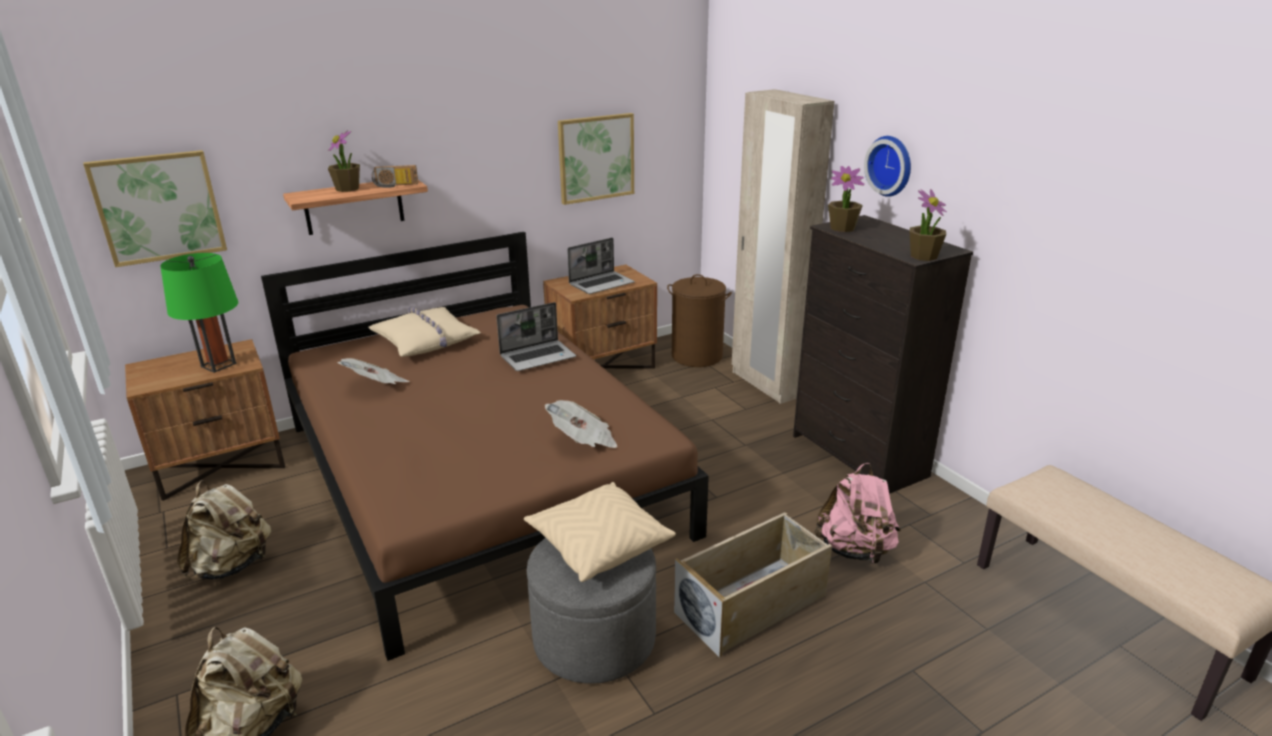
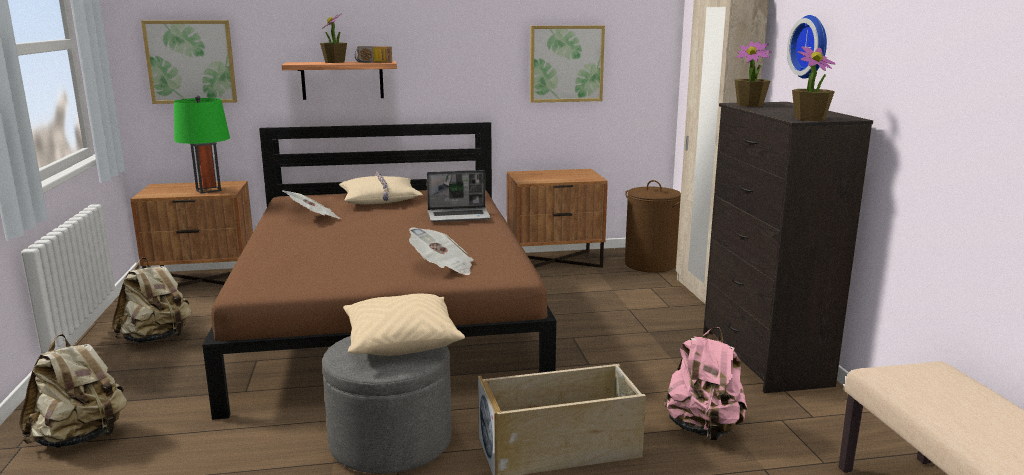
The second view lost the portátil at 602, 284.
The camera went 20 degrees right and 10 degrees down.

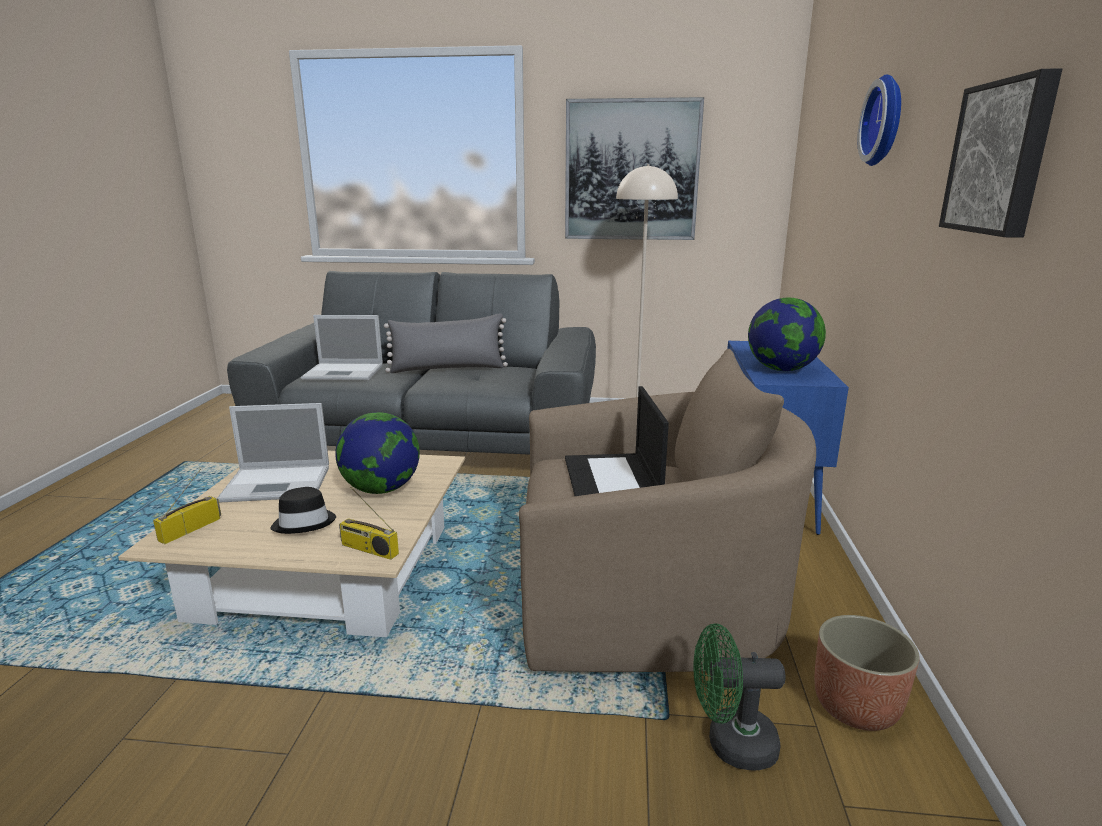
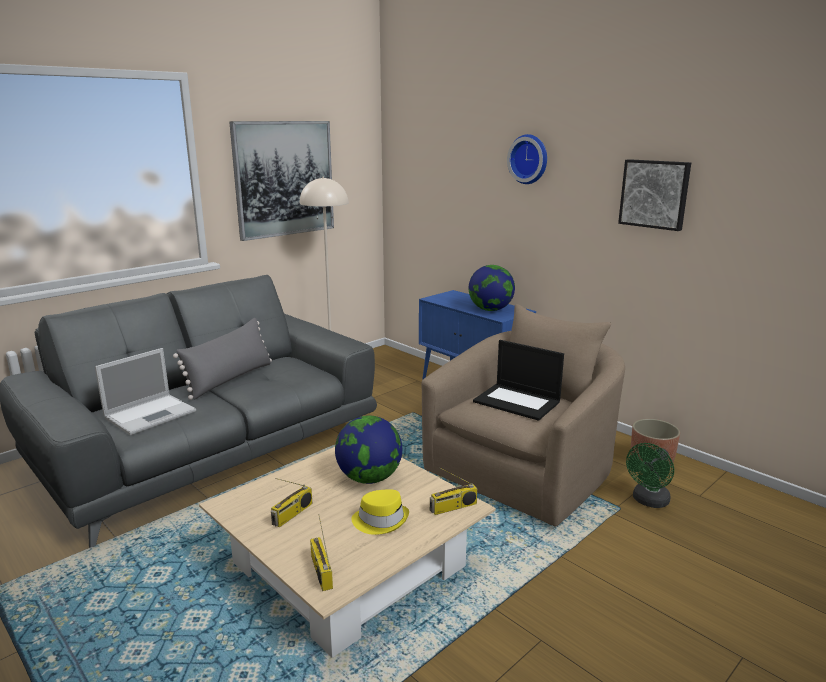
Where the portátil stood at 279, 483, the radio came to stand at 292, 514.
What was the sombrero [negro] at 304, 522 turned into the sombrero [amarillo] at 380, 520.
The camera went 50 degrees left and 0 degrees up.

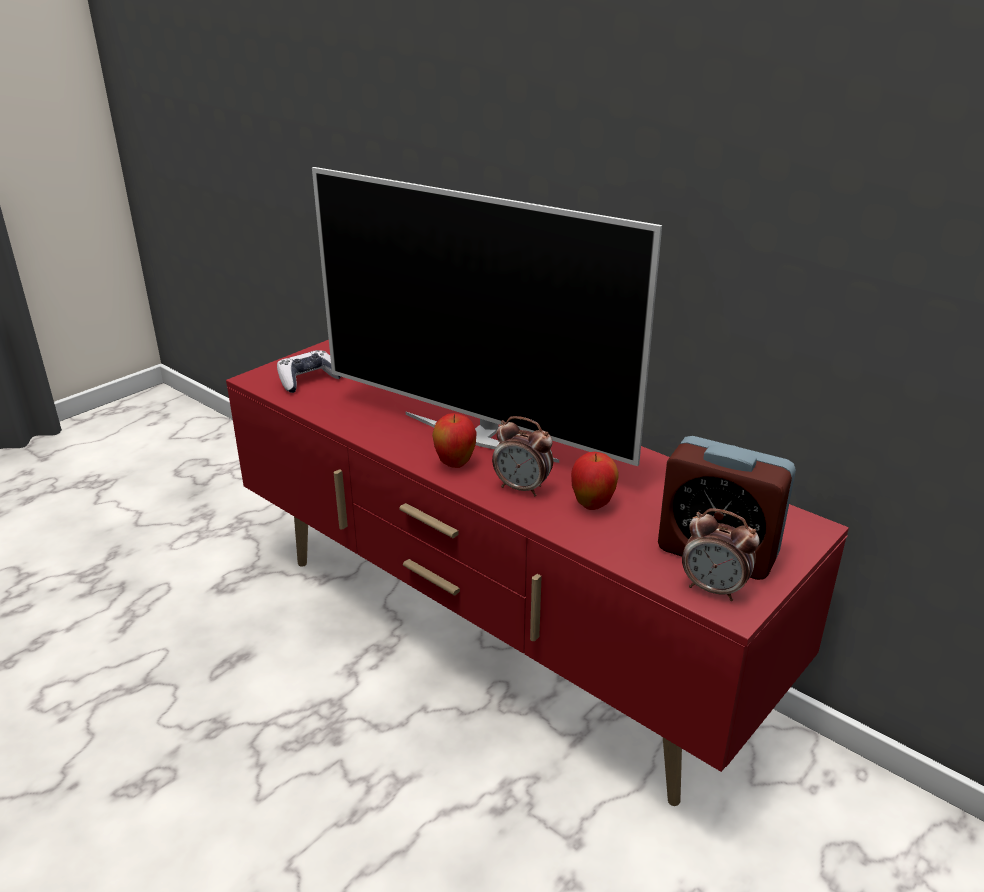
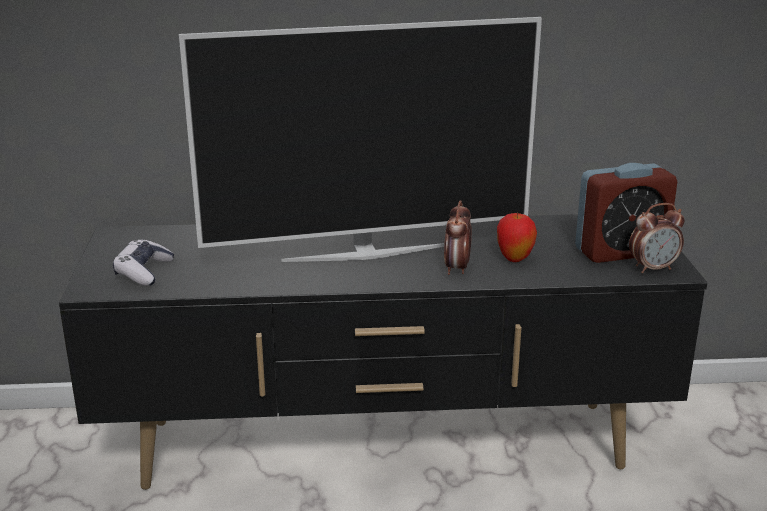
What was the mueble de televisión [rojo] at 494, 639 turned into the mueble de televisión [negro] at 385, 447.
The despertador at 522, 488 ended up facing another way, 120 degrees clockwise from before.
The second view lost the manzana at 455, 464.
The camera went 45 degrees left and 5 degrees down.

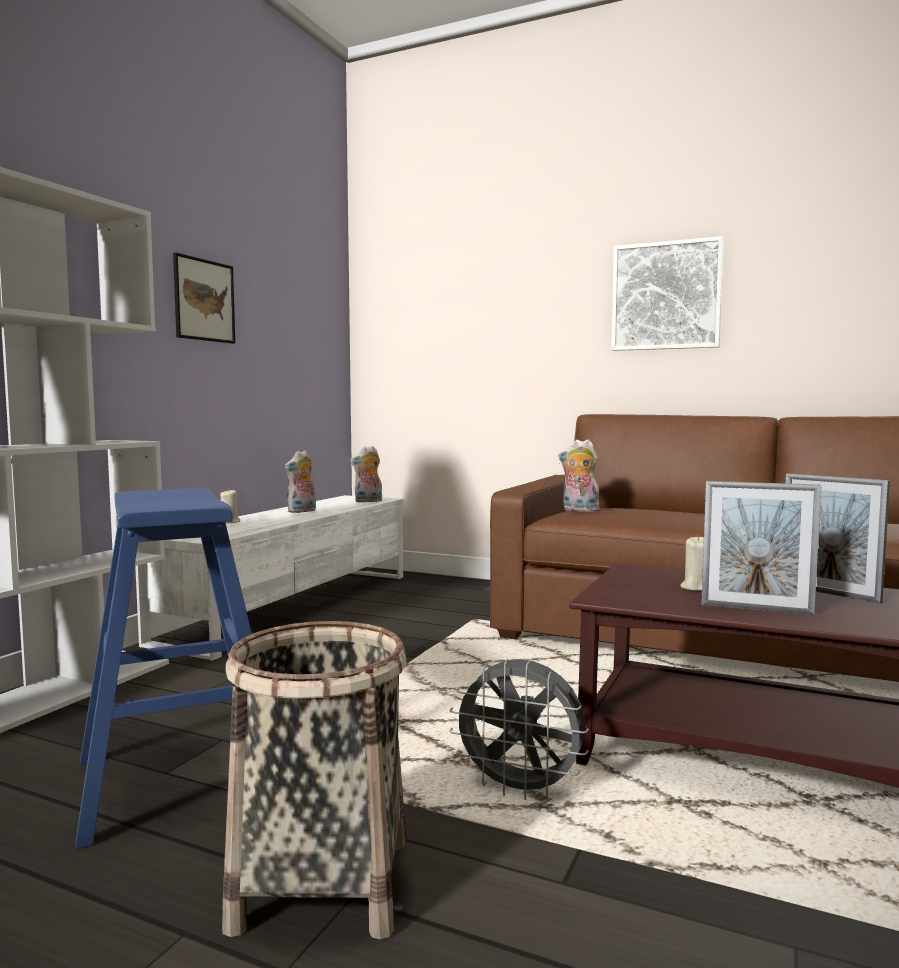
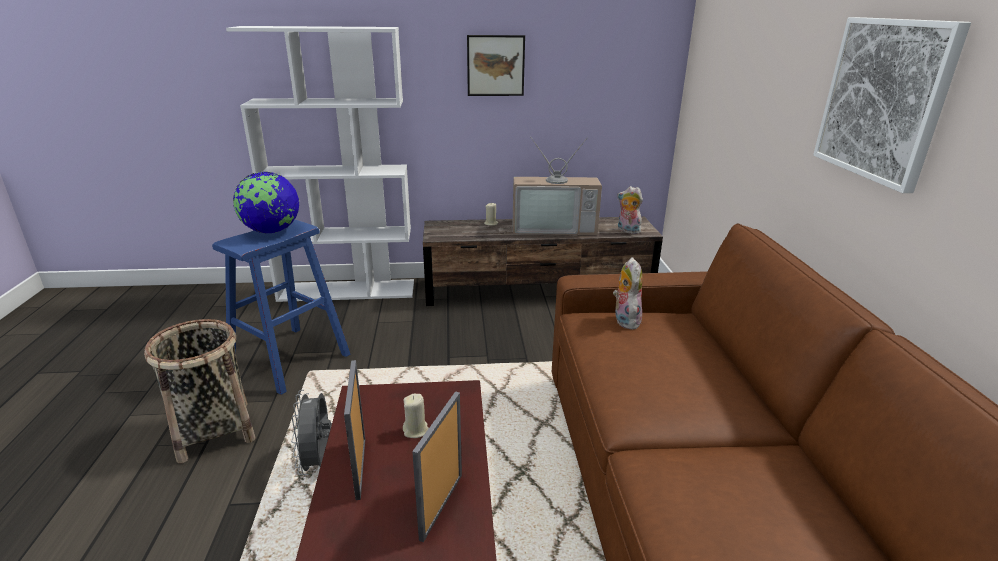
The second view gained the globo terráqueo at 271, 231.
What was the mueble de televisión [blanco] at 294, 606 turned into the mueble de televisión [marrón] at 538, 289.
Where the peluche stood at 302, 511, the televisor came to stand at 554, 227.
The camera went 60 degrees right and 20 degrees up.

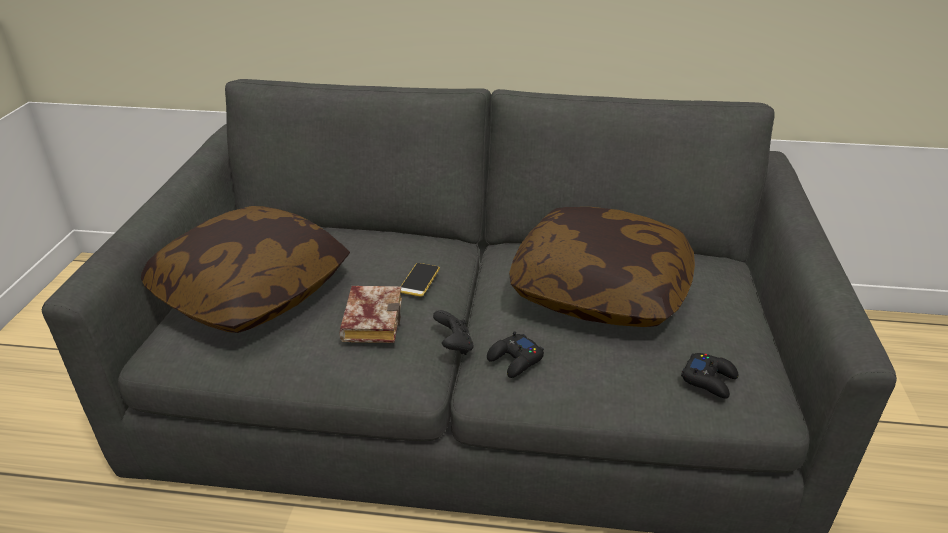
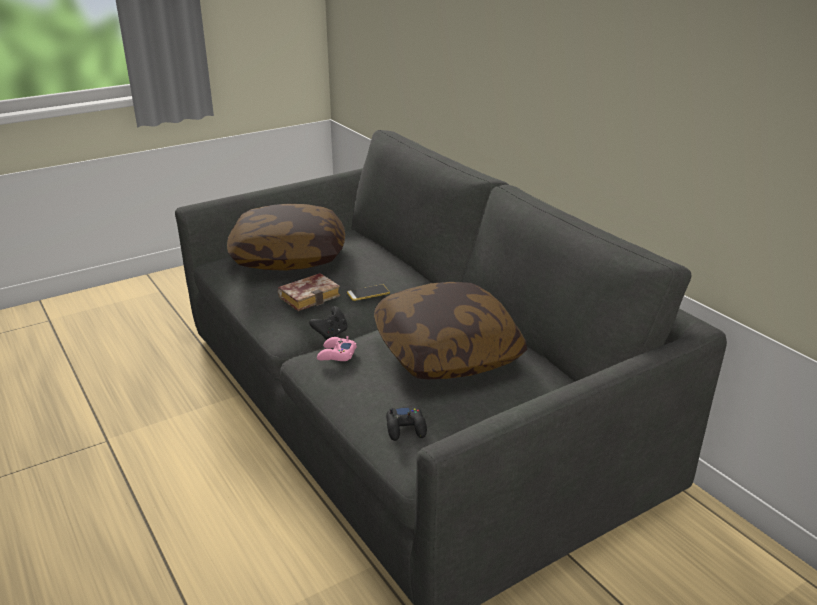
What was the mando de consola [negro] at 515, 360 turned into the mando de consola [rosa] at 336, 354.
The camera went 50 degrees right and 5 degrees down.

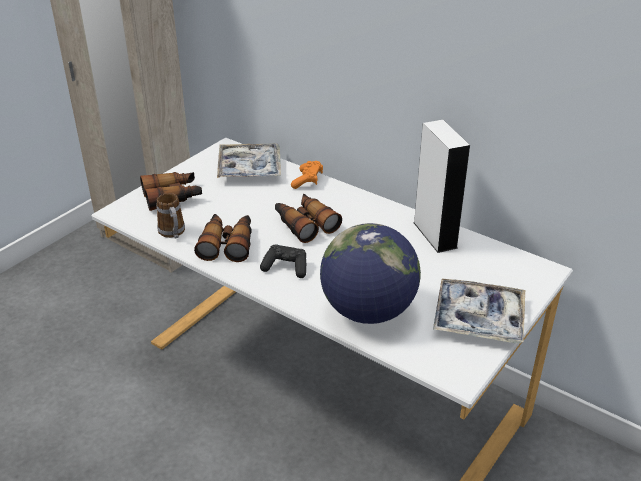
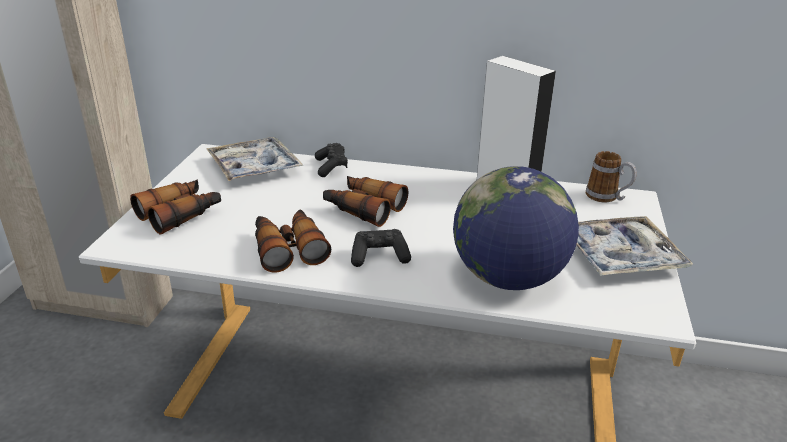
What was the mando de consola [naranja] at 307, 181 turned into the mando de consola [negro] at 331, 167.
The taza grande ended up elsewhere, having gone from 173, 233 to 607, 197.
The camera went 25 degrees left and 5 degrees down.

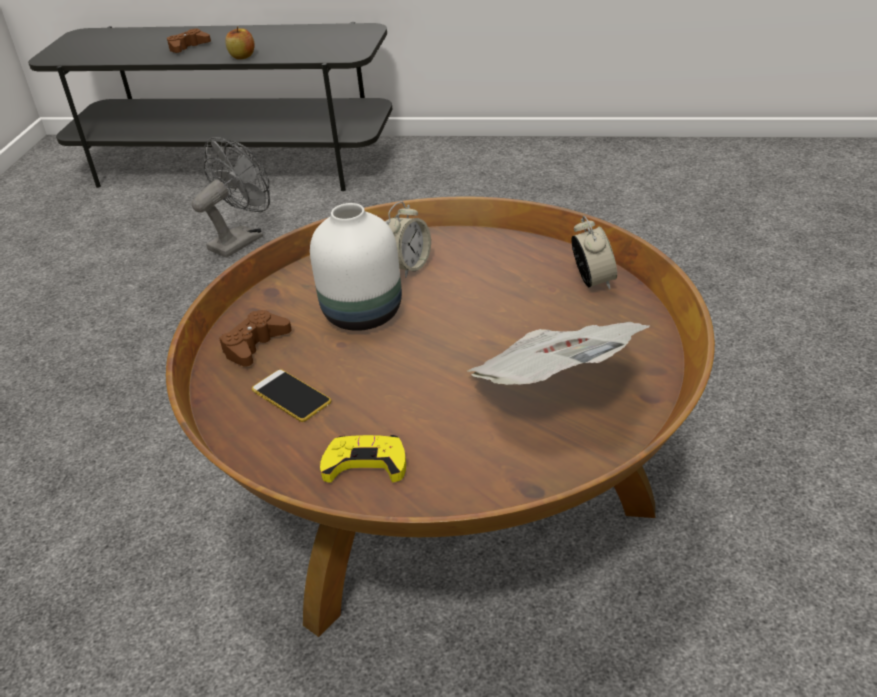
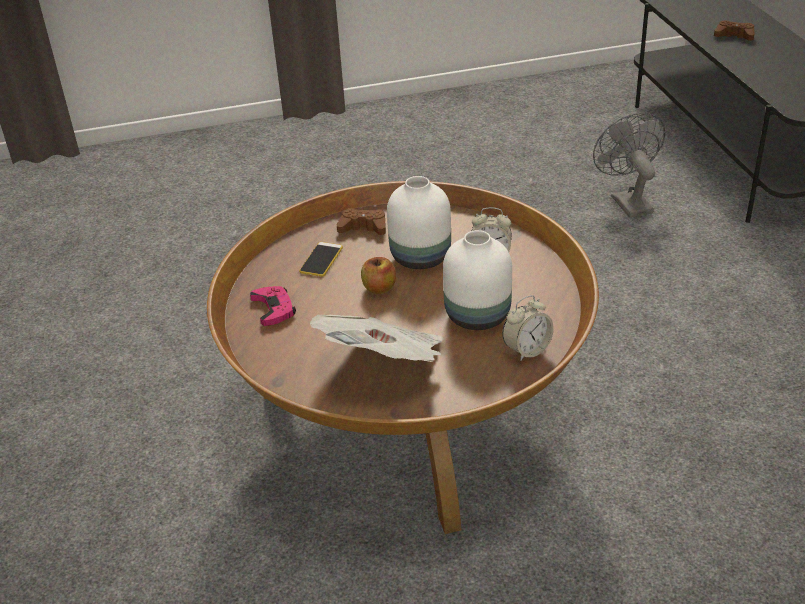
What was the mando de consola [amarillo] at 365, 464 turned into the mando de consola [rosa] at 274, 308.
The manzana ended up elsewhere, having gone from 242, 56 to 379, 288.
The second view gained the florero [blanco] at 477, 315.
The ventilador [gris] at 242, 239 ended up facing another way, 120 degrees counterclockwise from before.
The camera went 65 degrees right and 0 degrees up.

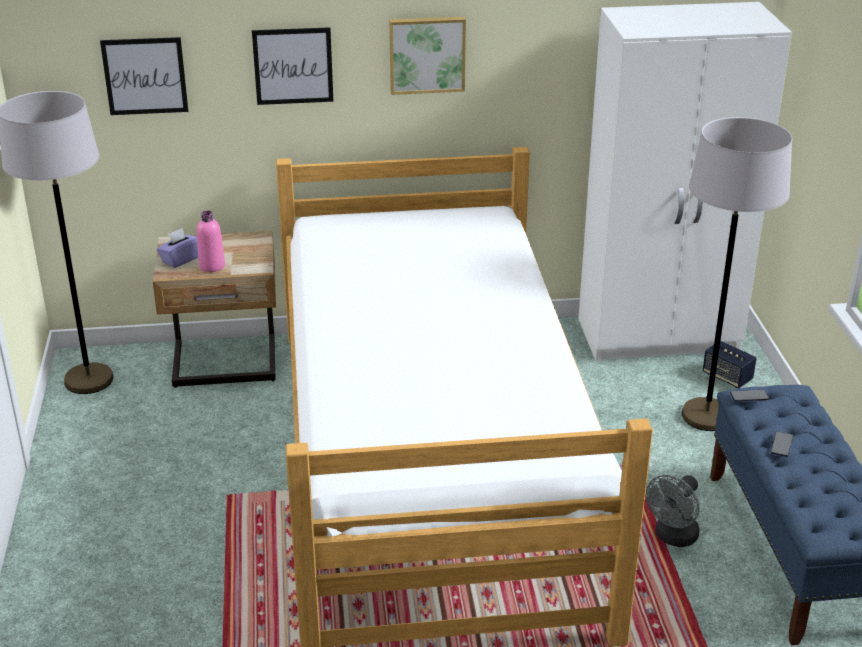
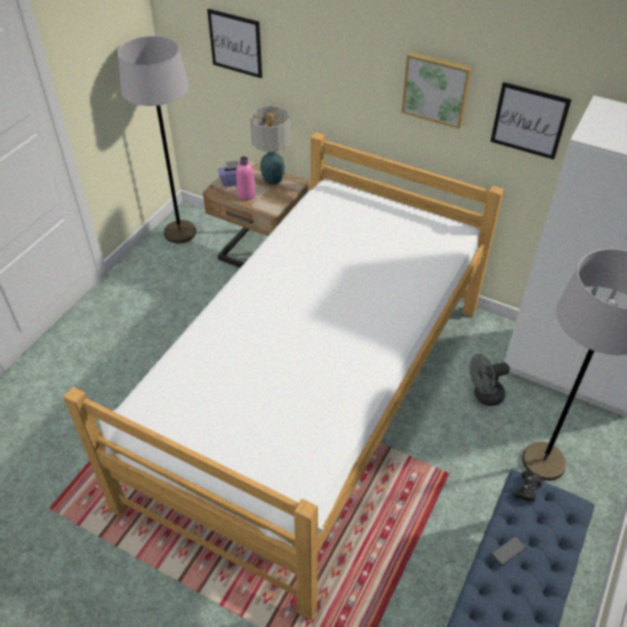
The second view gained the lámpara de mesa at 272, 180.
The ventilador [gris] ended up elsewhere, having gone from 673, 538 to 484, 396.
The cuadro ended up elsewhere, having gone from 293, 66 to 529, 120.
Where the móvil stood at 749, 396, the mando de consola [negro] came to stand at 527, 489.
The second view lost the altavoz at 727, 377.
The camera went 35 degrees right and 15 degrees up.

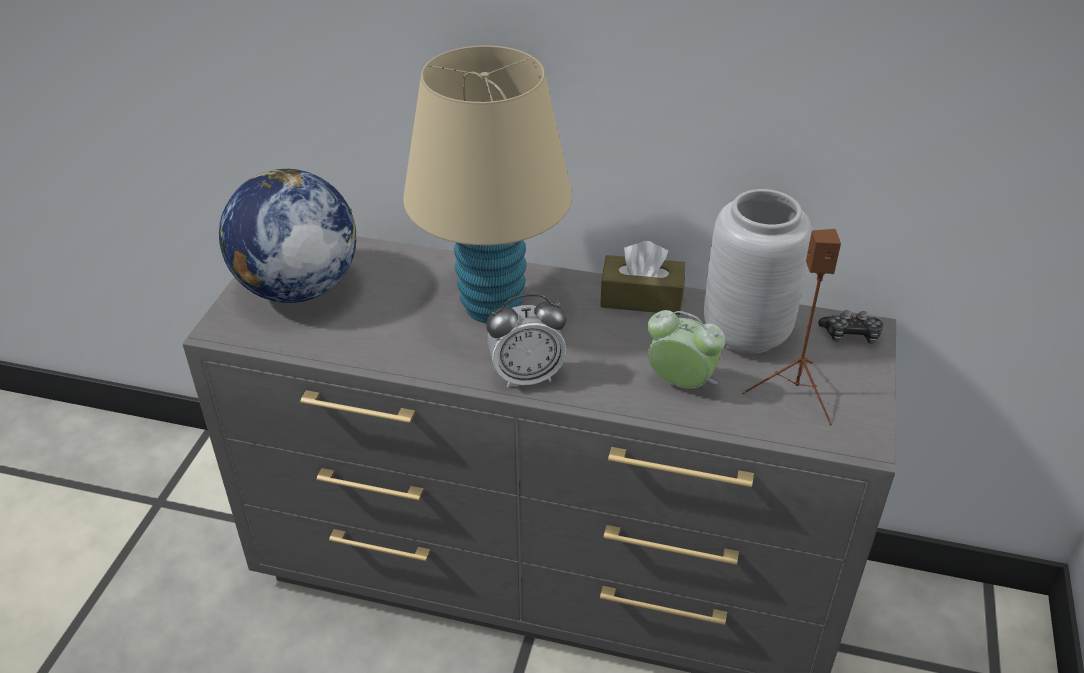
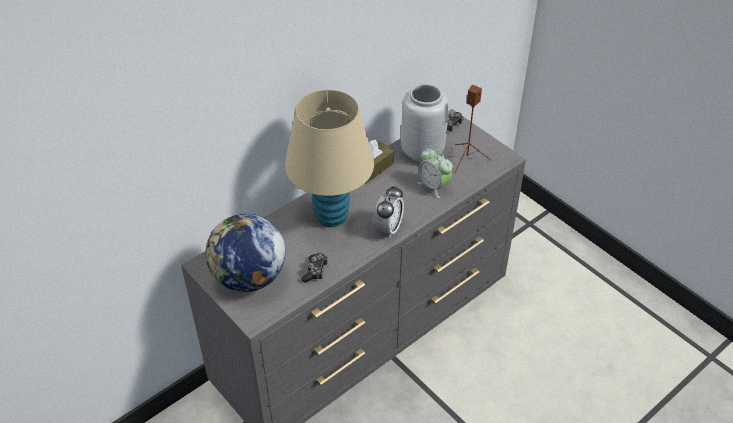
The second view gained the mando de consola at 315, 271.
The despertador at 680, 383 ended up facing another way, 105 degrees counterclockwise from before.
The camera went 55 degrees left and 5 degrees up.

